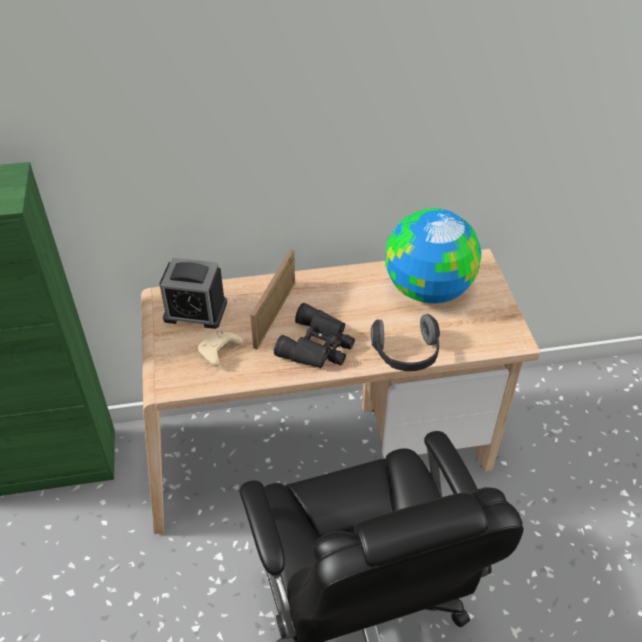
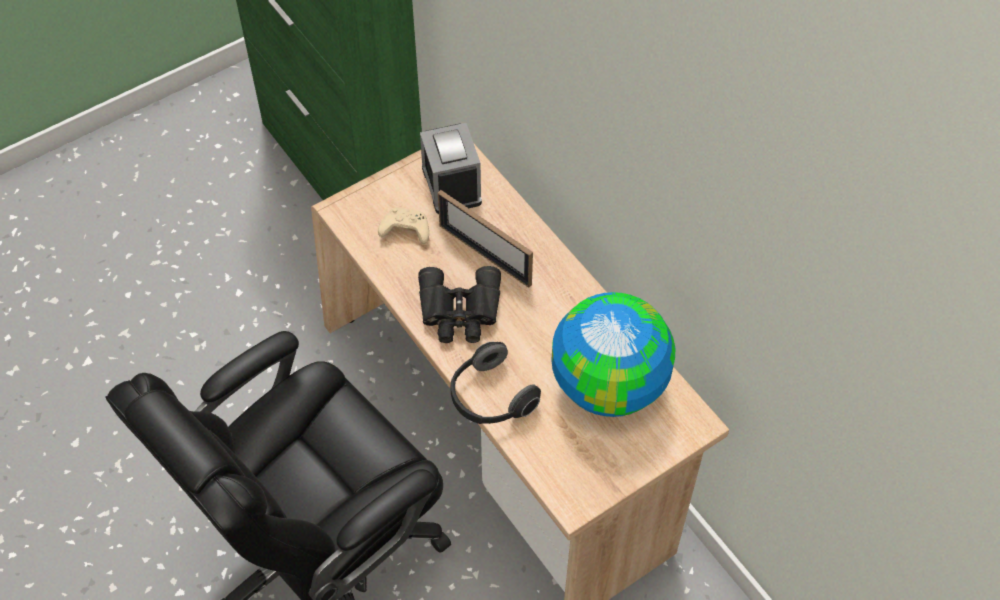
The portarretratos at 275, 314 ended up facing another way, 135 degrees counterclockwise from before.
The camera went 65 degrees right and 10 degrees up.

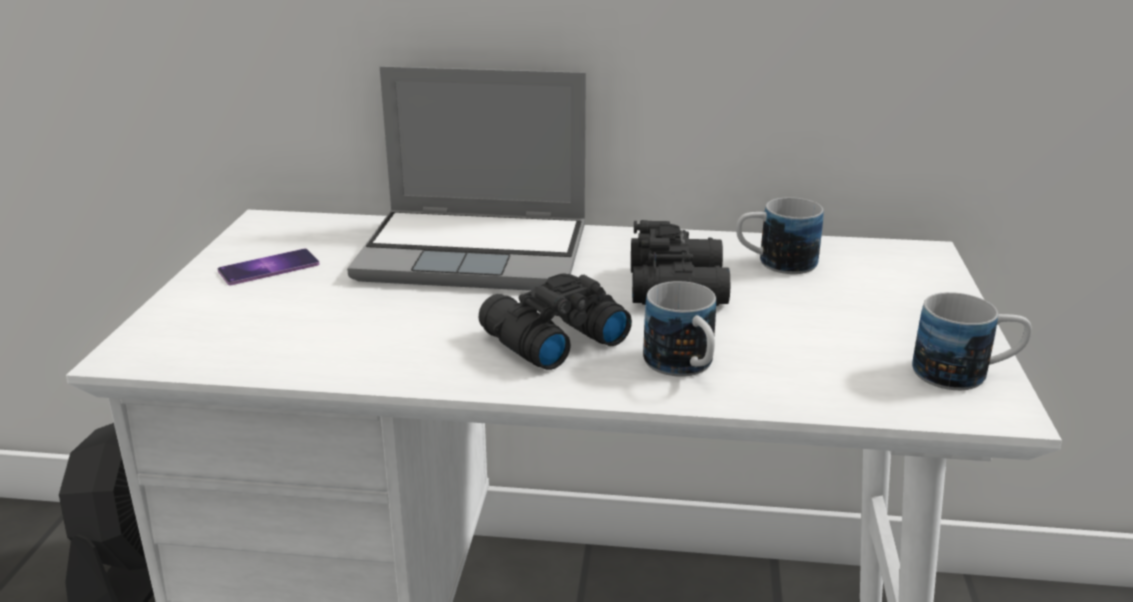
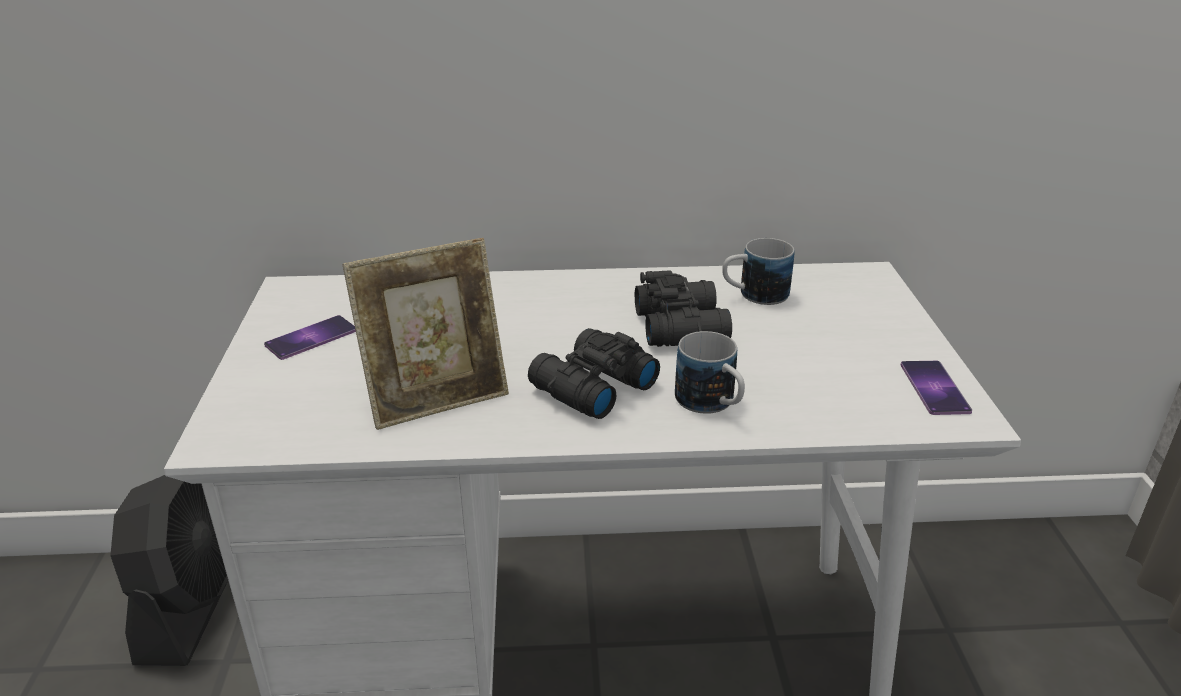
The second view gained the portarretratos at 436, 398.
Where the taza grande stood at 965, 374, the móvil came to stand at 934, 388.
The second view lost the portátil at 478, 253.
The camera went 10 degrees left and 5 degrees up.

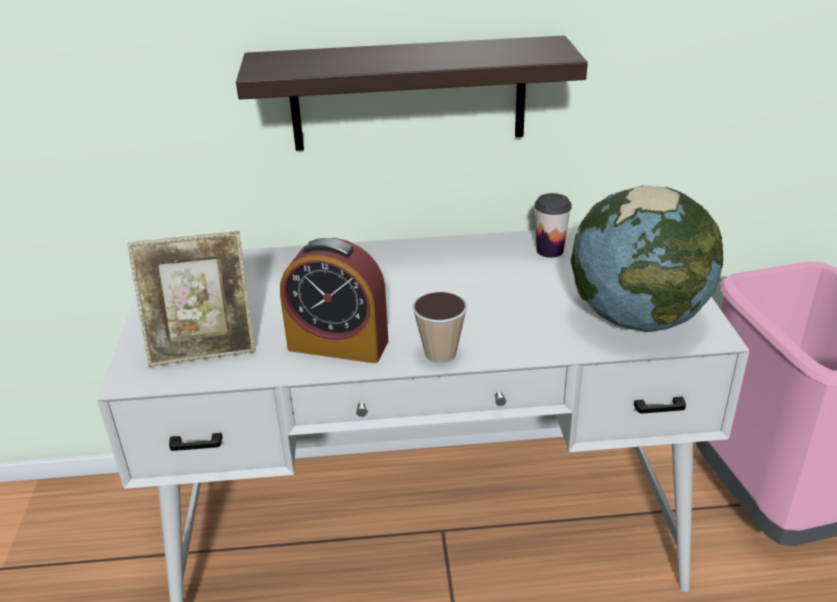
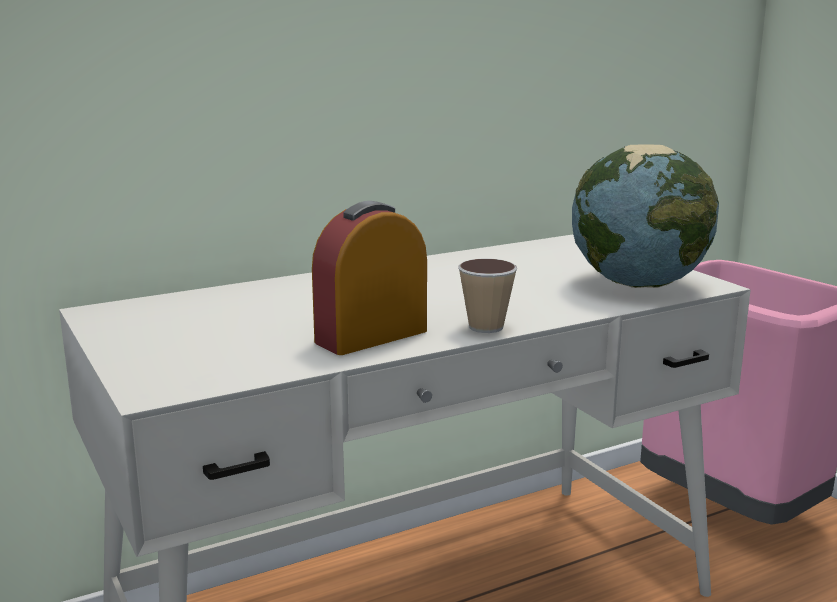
The despertador at 338, 345 ended up facing another way, 150 degrees clockwise from before.
The second view lost the portarretratos at 203, 348.
The second view lost the estante at 408, 94.
The second view lost the taza at 550, 251.
The camera went 25 degrees left and 15 degrees down.

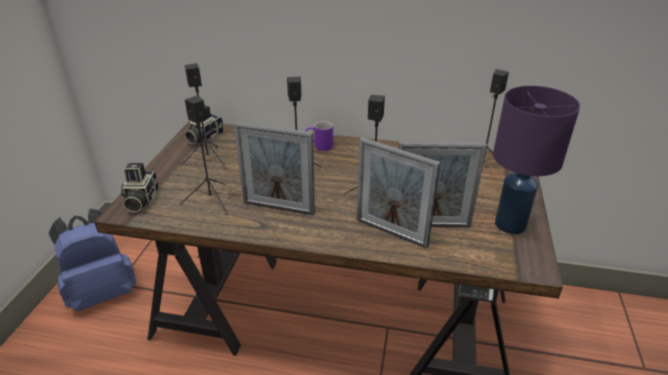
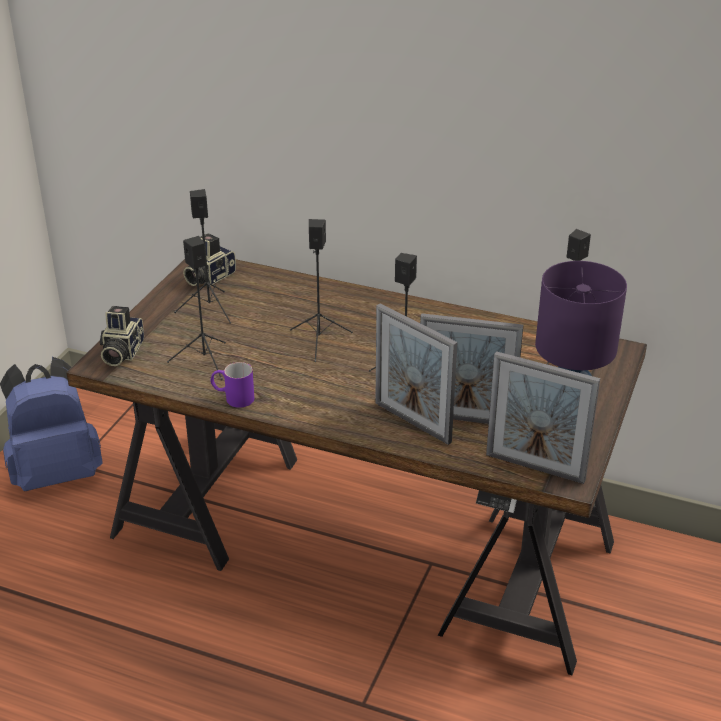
The taza grande [morado] ended up elsewhere, having gone from 319, 146 to 233, 398.
The portarretratos ended up elsewhere, having gone from 278, 208 to 535, 467.
The camera went 10 degrees right and 0 degrees up.

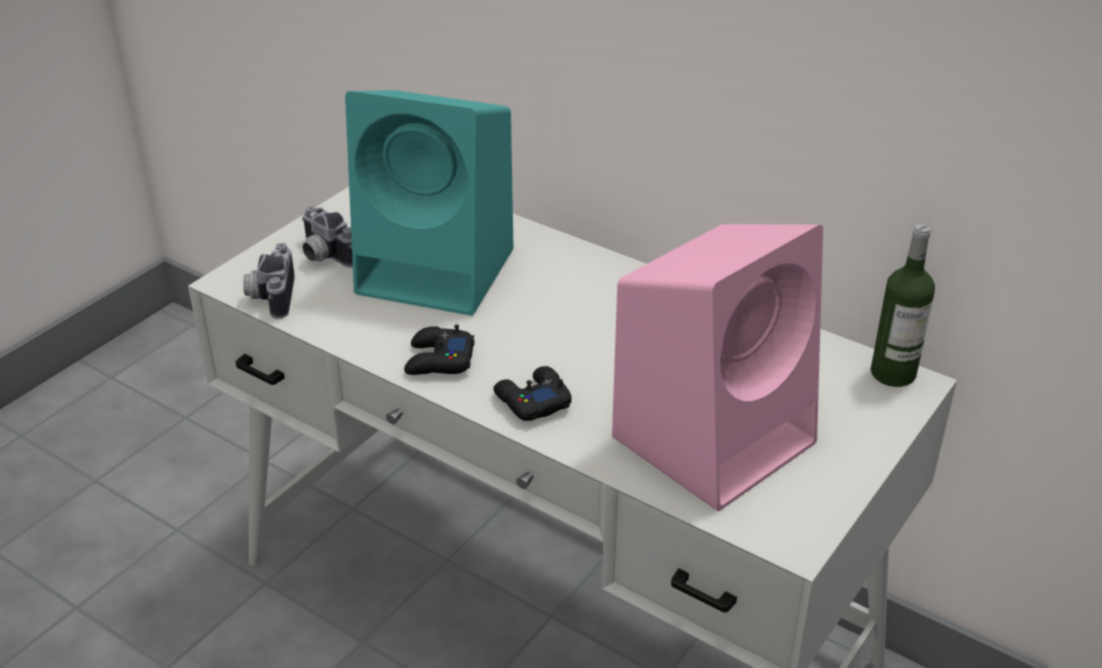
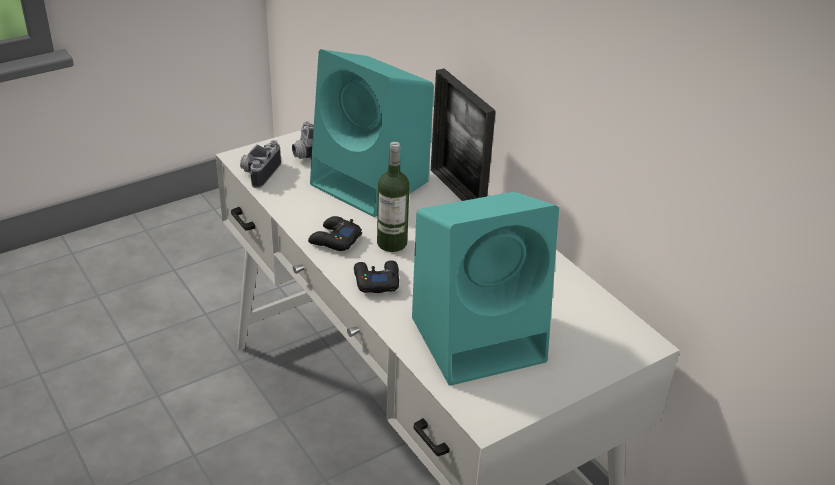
The botella ended up elsewhere, having gone from 893, 373 to 392, 243.
What was the altavoz [rosa] at 716, 436 turned into the altavoz [turquesa] at 480, 338.
The second view gained the portarretratos at 457, 191.
The camera went 20 degrees right and 0 degrees up.

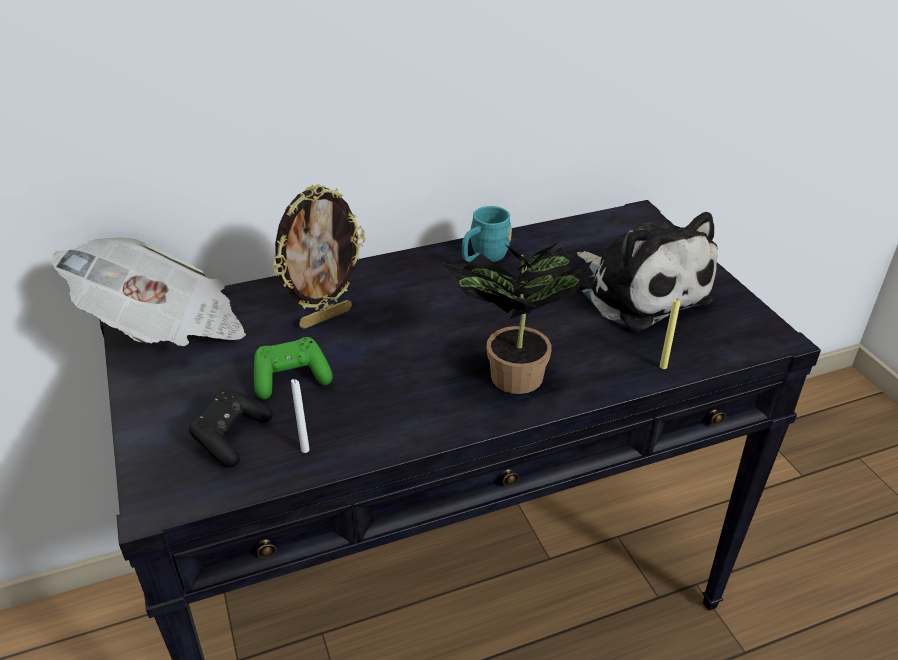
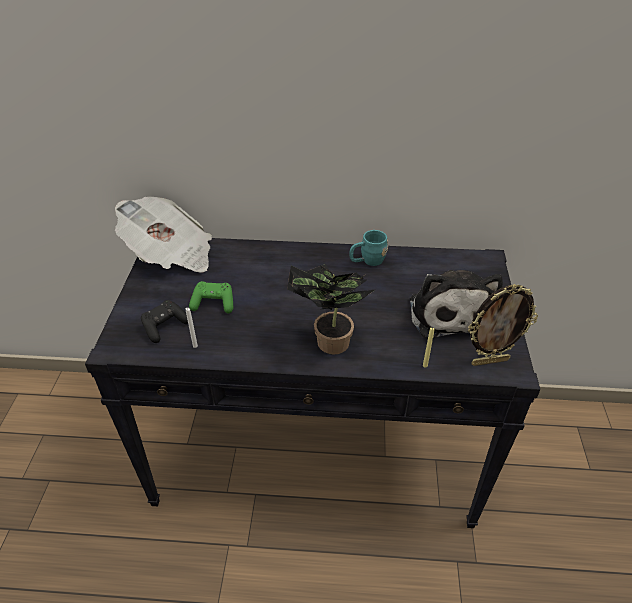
The portarretratos ended up elsewhere, having gone from 325, 317 to 489, 361.
The camera went 25 degrees right and 5 degrees up.

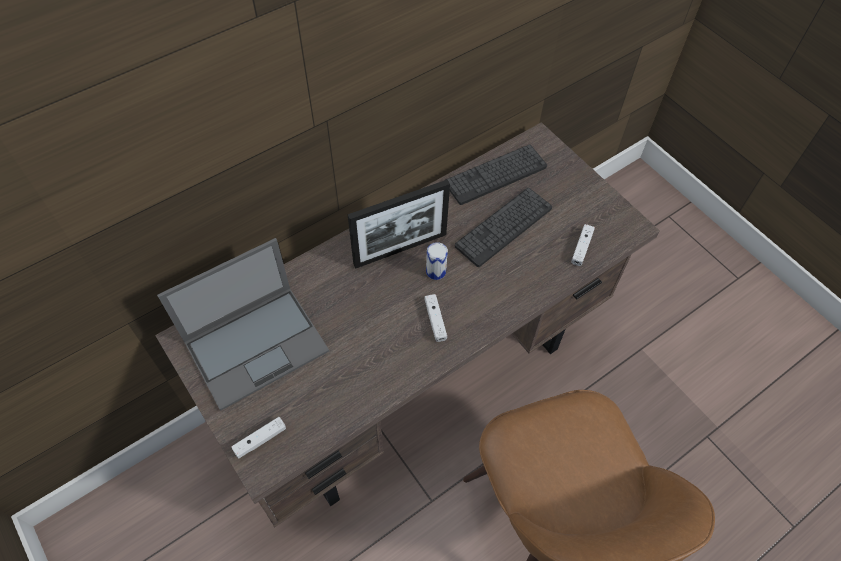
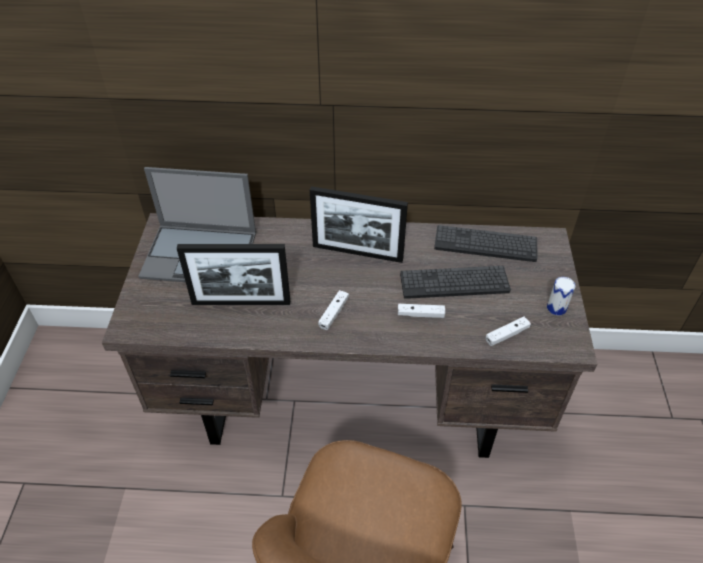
The second view gained the portarretratos at 241, 302.
The mando de consola [blanco] ended up elsewhere, having gone from 260, 440 to 420, 314.
The lata ended up elsewhere, having gone from 436, 271 to 556, 308.
The camera went 40 degrees right and 10 degrees down.

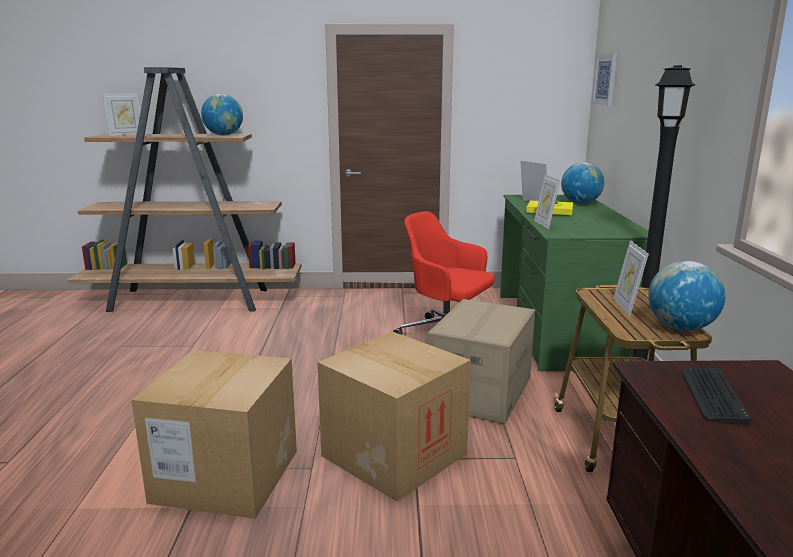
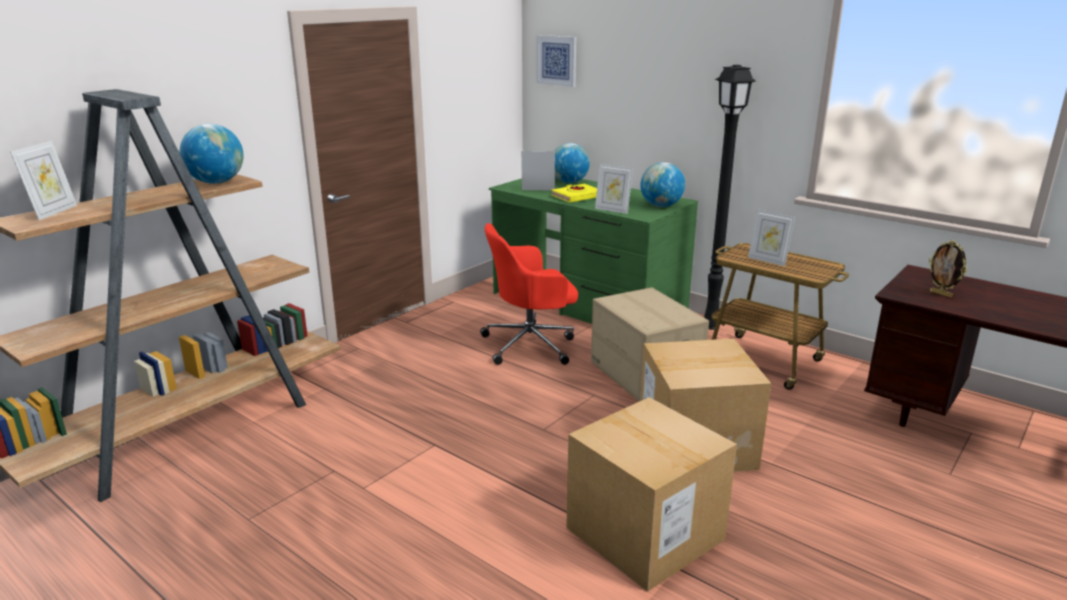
The globo terráqueo ended up elsewhere, having gone from 681, 327 to 661, 206.
Where the teclado stood at 712, 395, the portarretratos came to stand at 941, 294.
The camera went 50 degrees left and 5 degrees up.

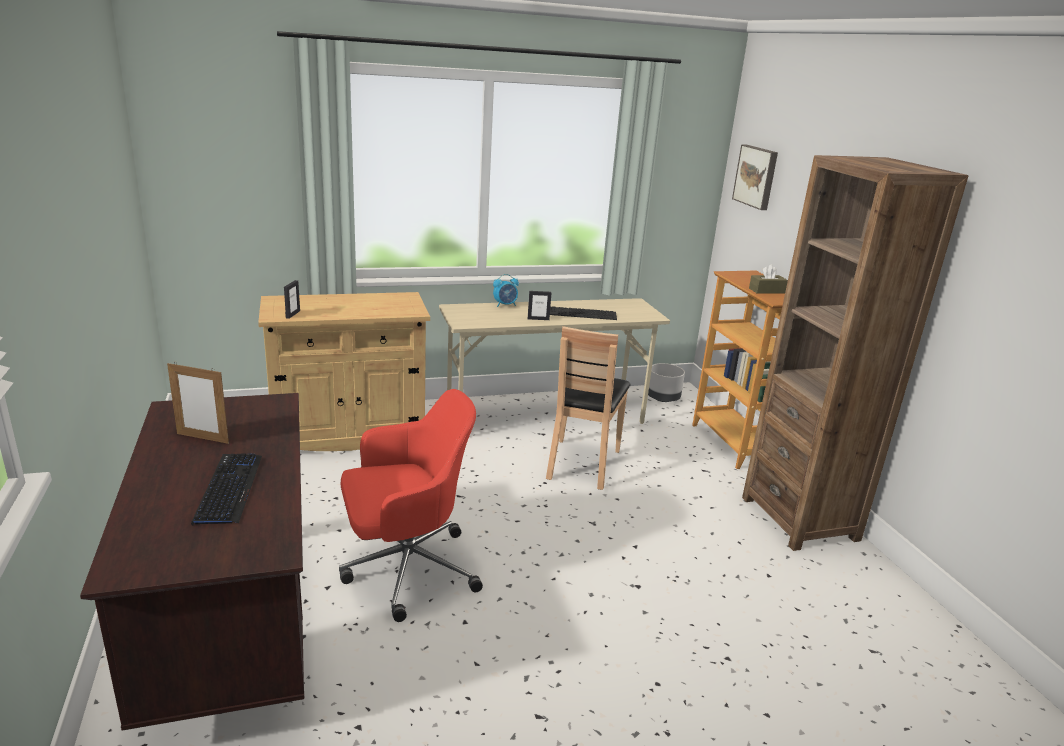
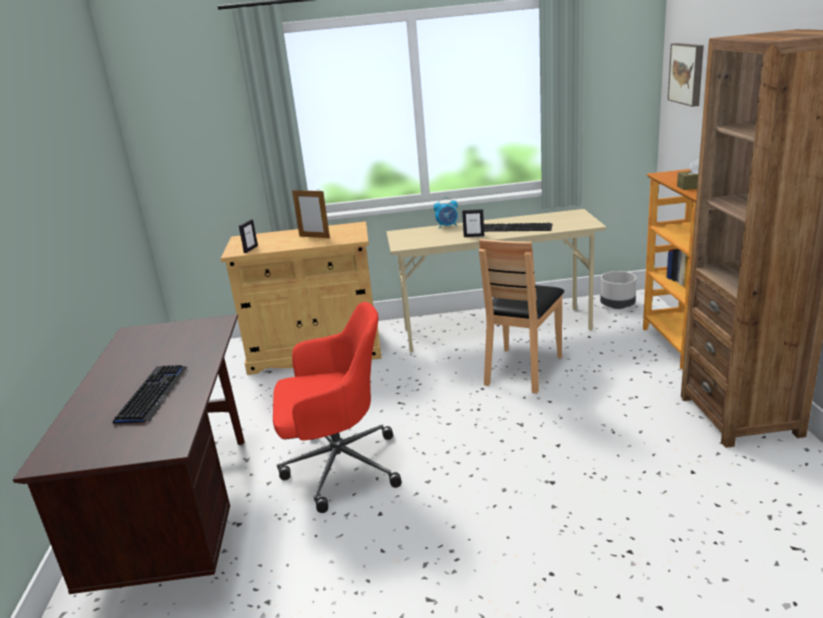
The portarretratos ended up elsewhere, having gone from 202, 438 to 314, 237.
The camera went 15 degrees right and 0 degrees up.

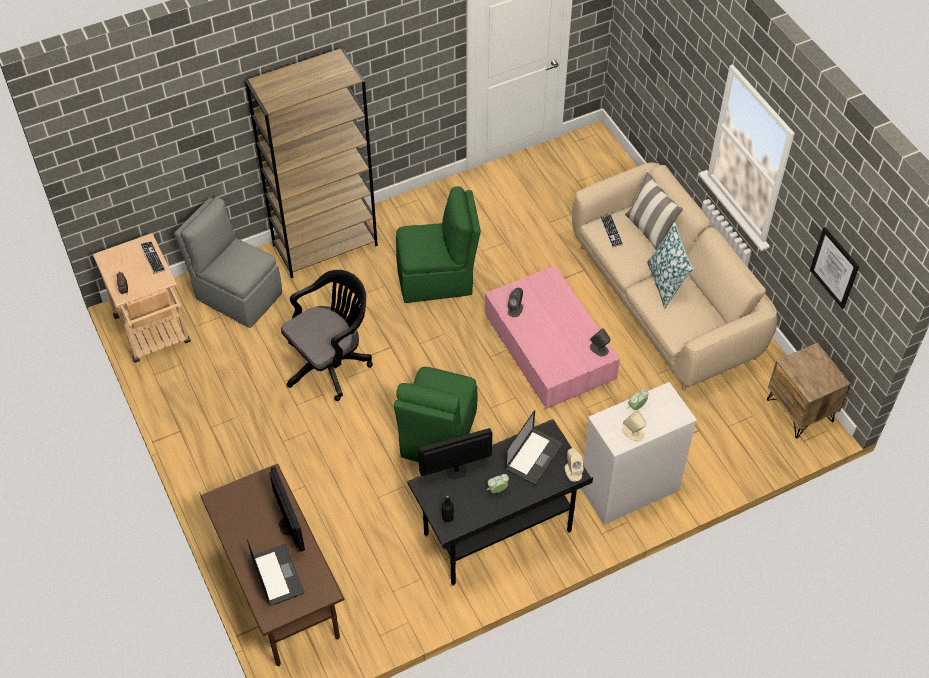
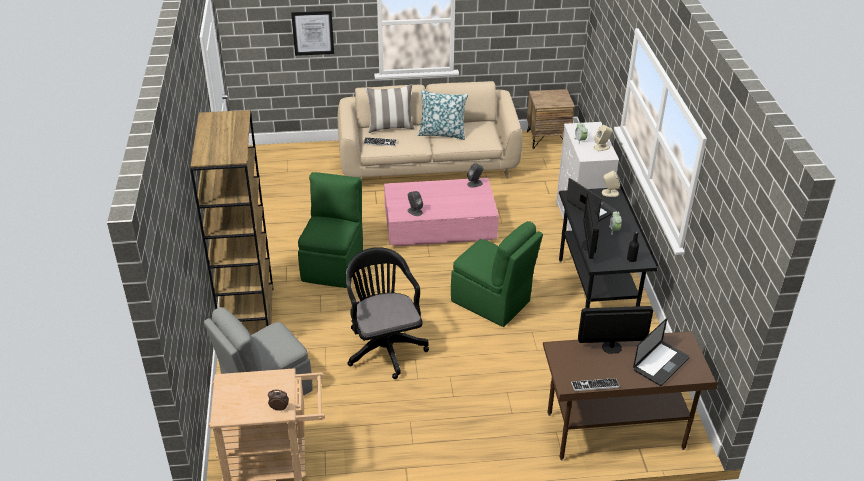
The cuadro ended up elsewhere, having gone from 834, 267 to 313, 33.
The teclado ended up elsewhere, having gone from 152, 258 to 595, 385.
The portátil at 277, 575 ended up facing another way, 135 degrees clockwise from before.
The camera went 70 degrees left and 15 degrees down.

